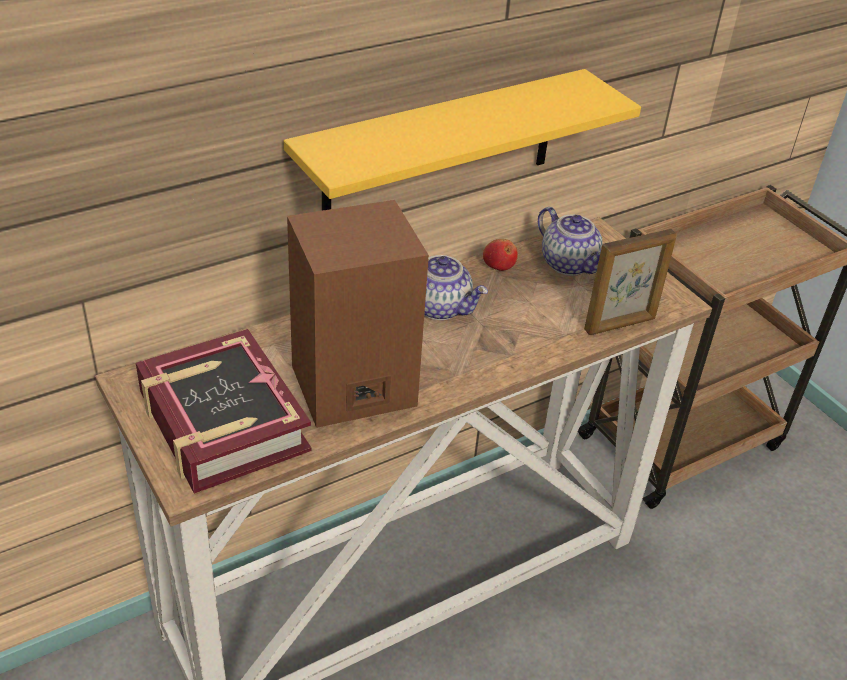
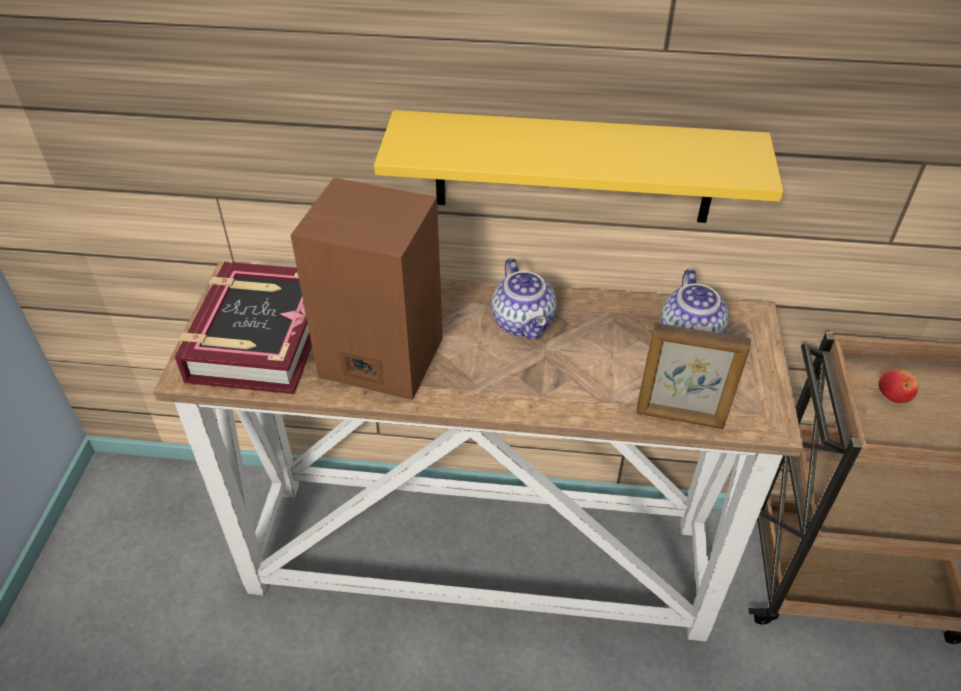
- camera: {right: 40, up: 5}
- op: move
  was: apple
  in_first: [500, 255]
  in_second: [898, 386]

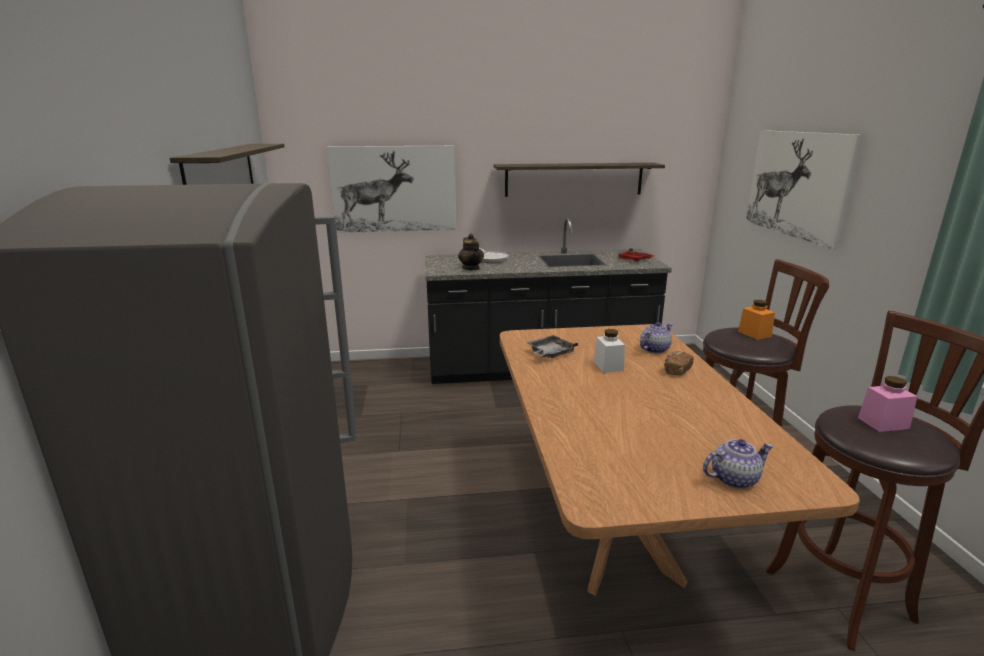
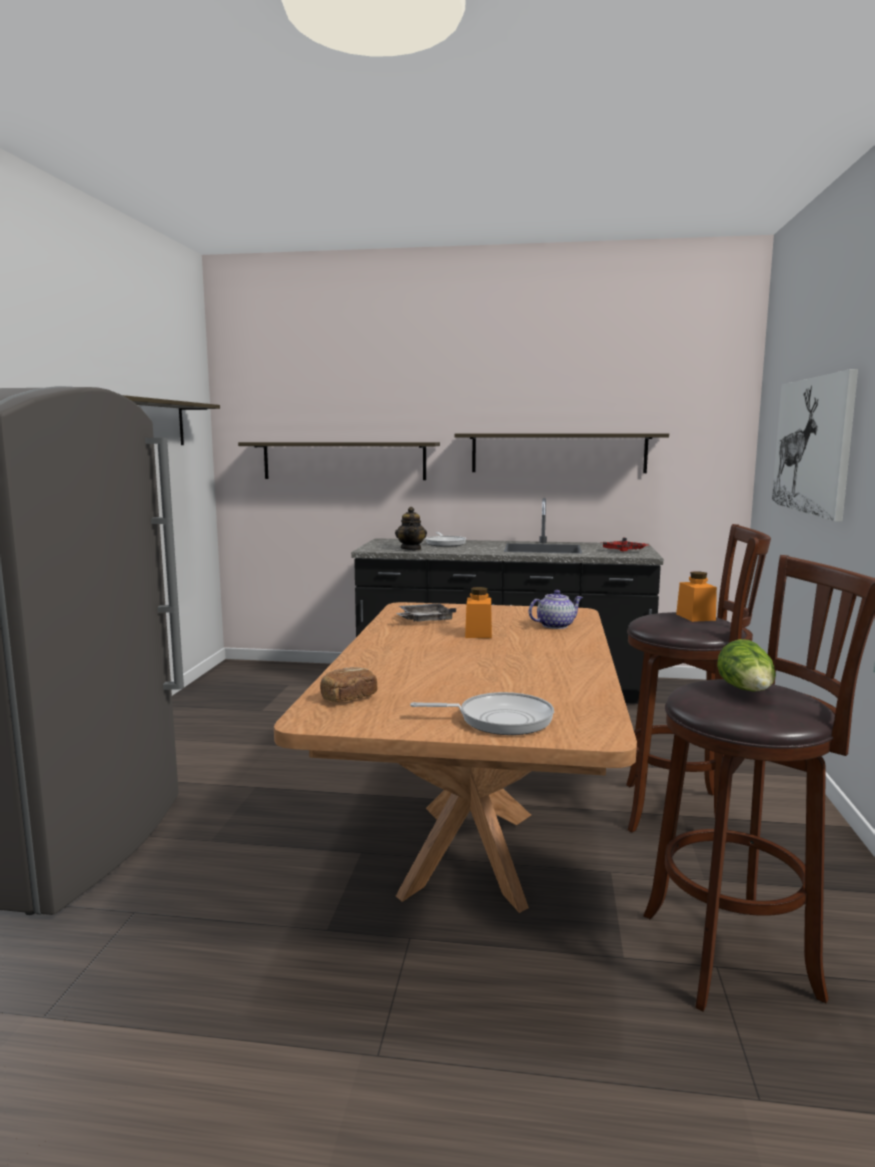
- camera: {right: 15, up: -10}
- op: move
  was: bread
  in_first: [679, 363]
  in_second: [349, 684]
- op: replace
  was: picture
  now: shelf
  in_first: [391, 189]
  in_second: [339, 461]
- op: replace
  was: teapot
  now: frying pan
  in_first: [738, 464]
  in_second: [482, 713]
- op: replace
  was: jar in pink
  now: lettuce
  in_first: [888, 404]
  in_second: [746, 665]
- op: recolor
  was: jar in white
  now: jar in orange
  in_first: [609, 351]
  in_second: [478, 612]

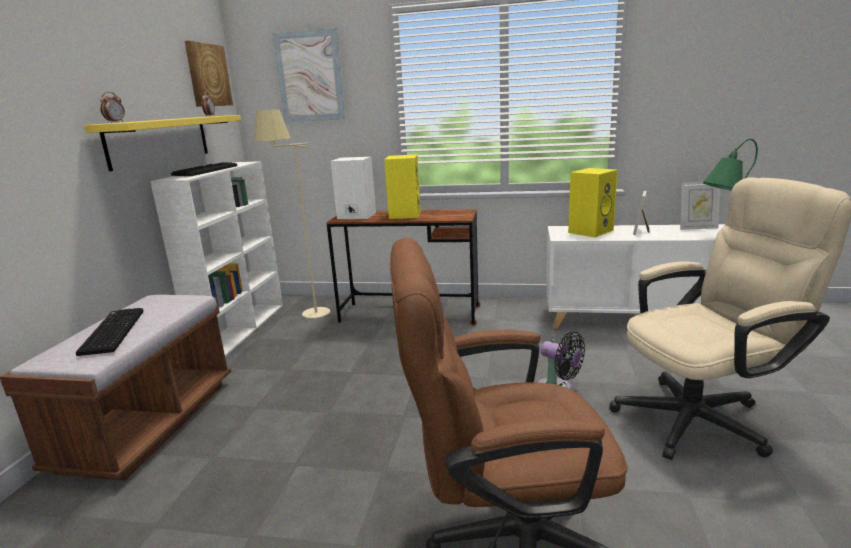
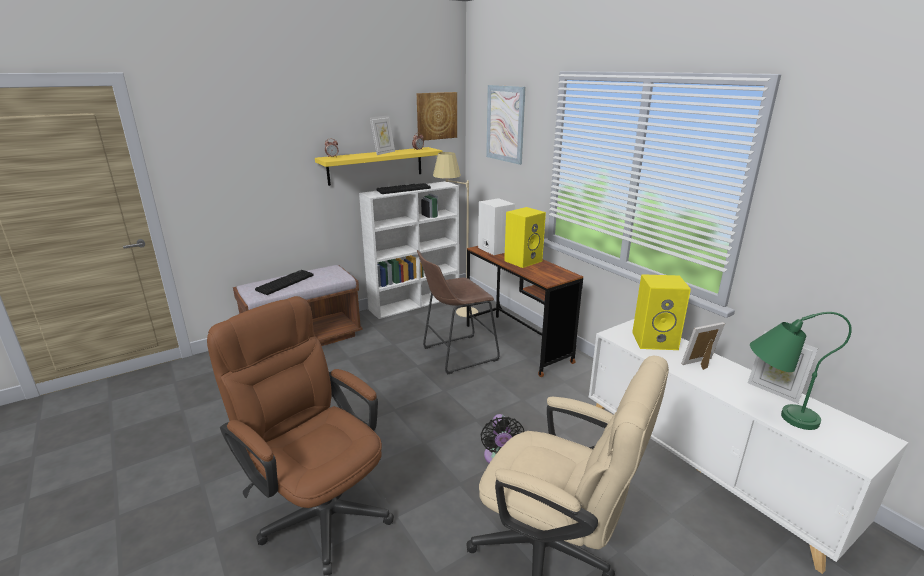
- camera: {right: 45, up: 5}
- op: insert
  now: picture frame
  in_second: [382, 135]
- op: insert
  now: stool in brown
  in_second: [458, 312]

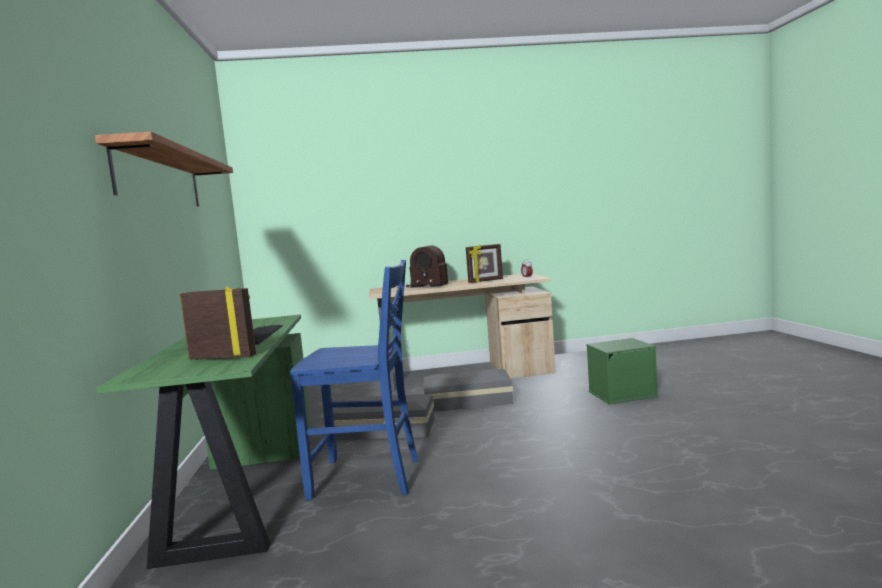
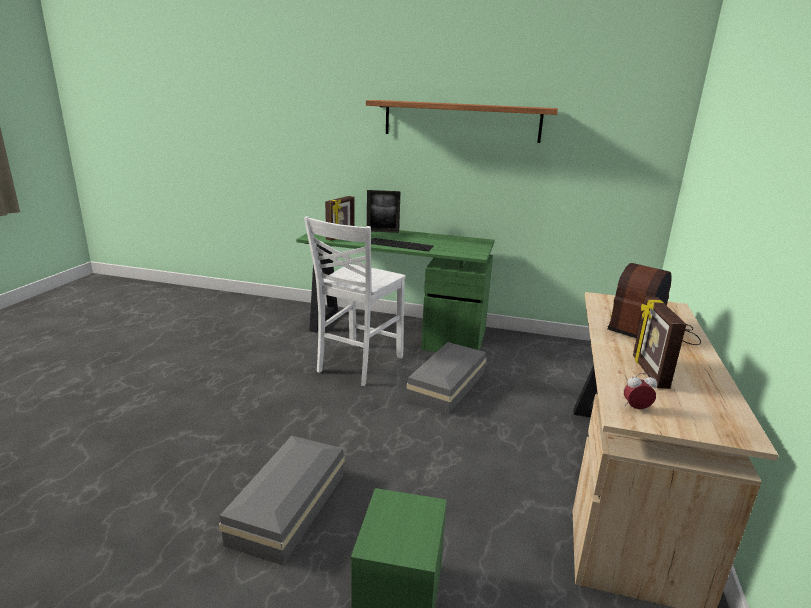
- camera: {right: 110, up: 15}
- op: insert
  now: picture frame
  in_second: [384, 211]
- op: move
  was: storage box in grey
  in_first: [468, 390]
  in_second: [282, 500]
- op: recolor
  was: chair in blue
  now: chair in white
  in_first: [354, 380]
  in_second: [355, 301]

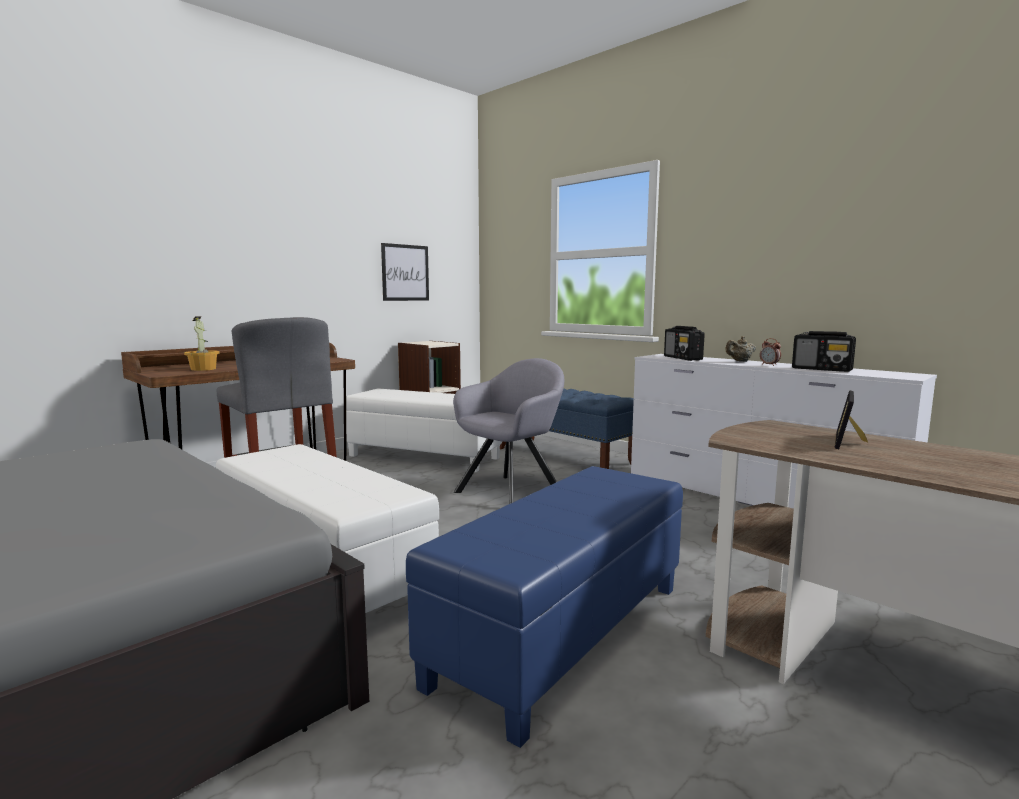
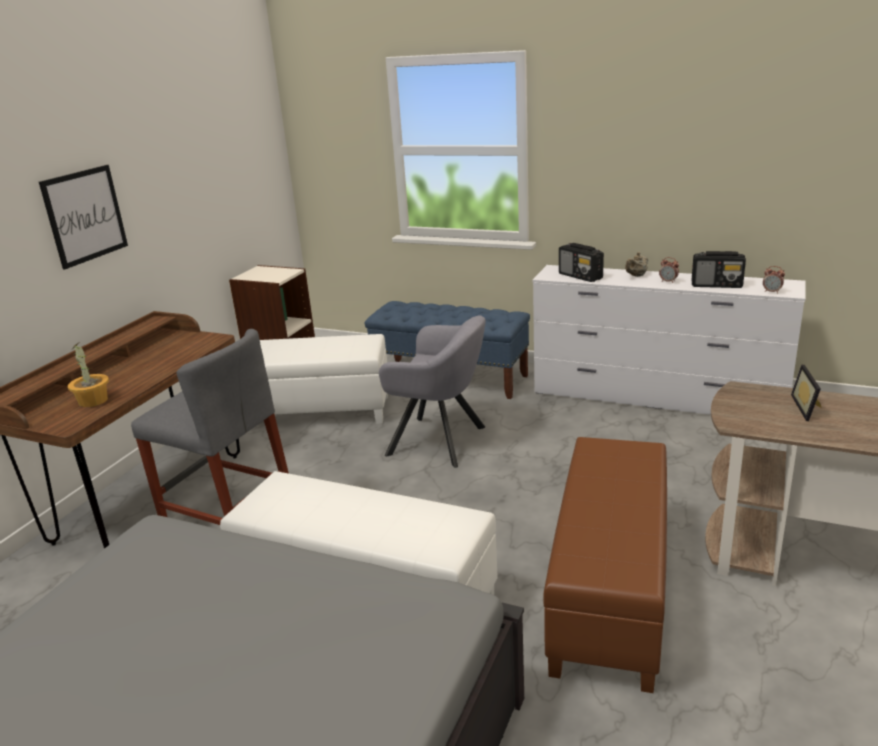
- camera: {right: -20, up: 15}
- op: insert
  now: alarm clock
  in_second: [774, 279]
- op: move
  was: picture
  in_first: [405, 272]
  in_second: [83, 217]
- op: recolor
  was: ottoman in blue
  now: ottoman in brown
  in_first: [544, 607]
  in_second: [605, 565]
- op: rotate
  was: armchair in grey
  in_first: [508, 431]
  in_second: [432, 391]
  clockwise: 90

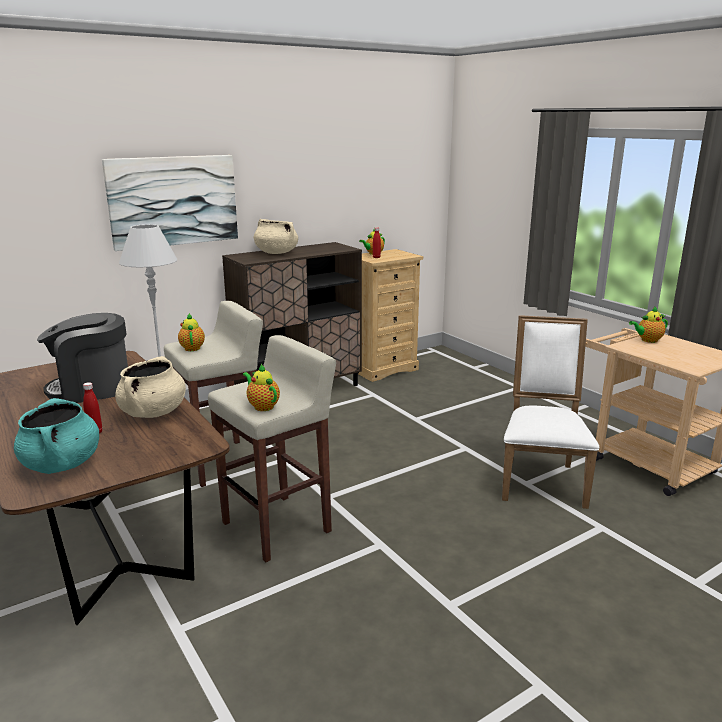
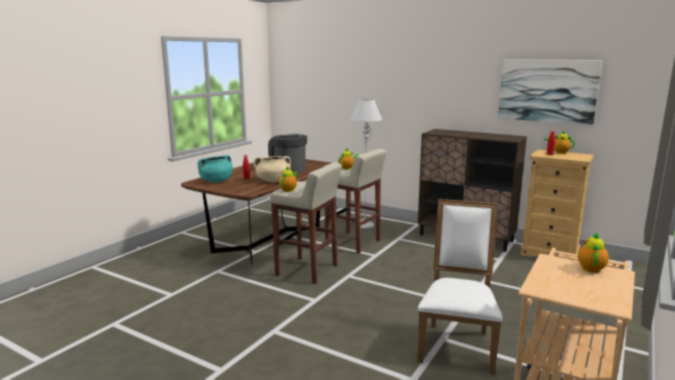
- camera: {right: 65, up: -5}
- op: delete
  was: cooking pot in beige
  in_first: [276, 236]
- op: move
  was: picture
  in_first: [170, 203]
  in_second: [550, 92]
- op: rotate
  was: chair in white
  in_first: [551, 412]
  in_second: [460, 286]
  clockwise: -60
- op: rotate
  was: teapot
  in_first: [648, 324]
  in_second: [593, 252]
  clockwise: 60

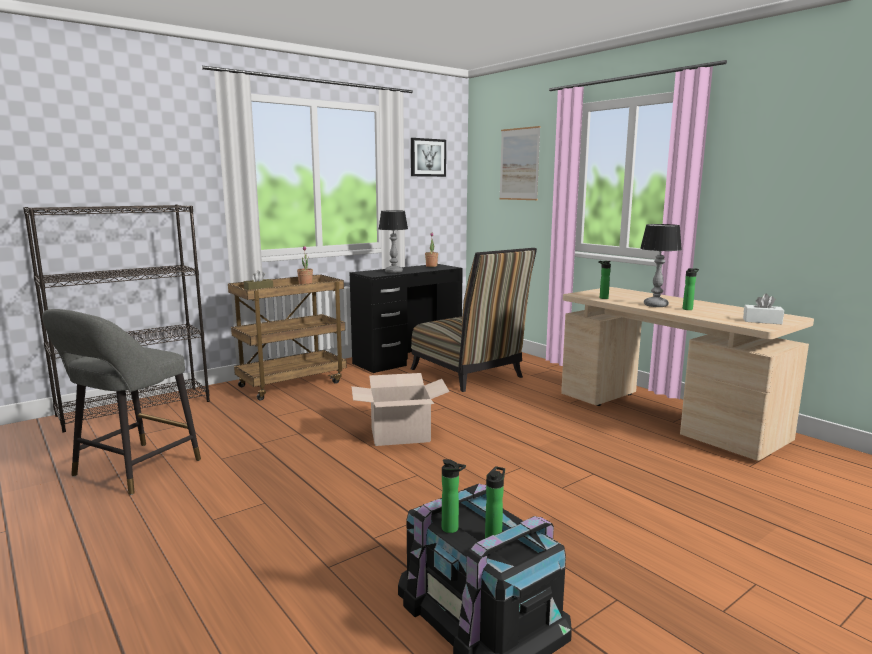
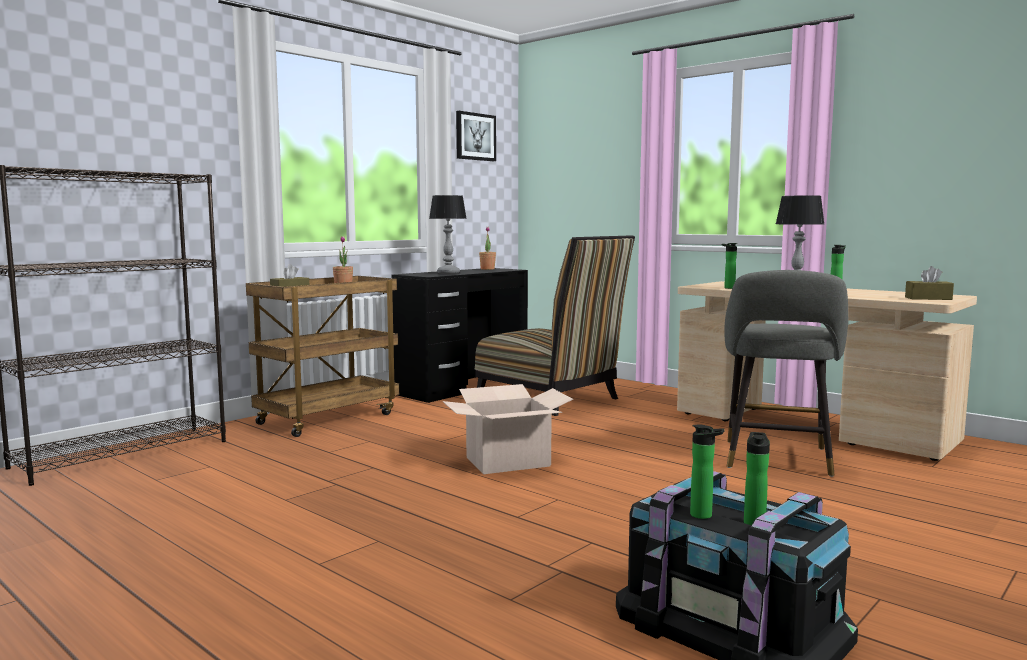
- camera: {right: -10, up: -5}
- op: delete
  was: picture
  in_first: [520, 163]
- op: move
  was: stool in grey
  in_first: [121, 402]
  in_second: [786, 373]
- op: recolor
  was: tissue box in white
  now: tissue box in brown
  in_first: [763, 309]
  in_second: [929, 283]

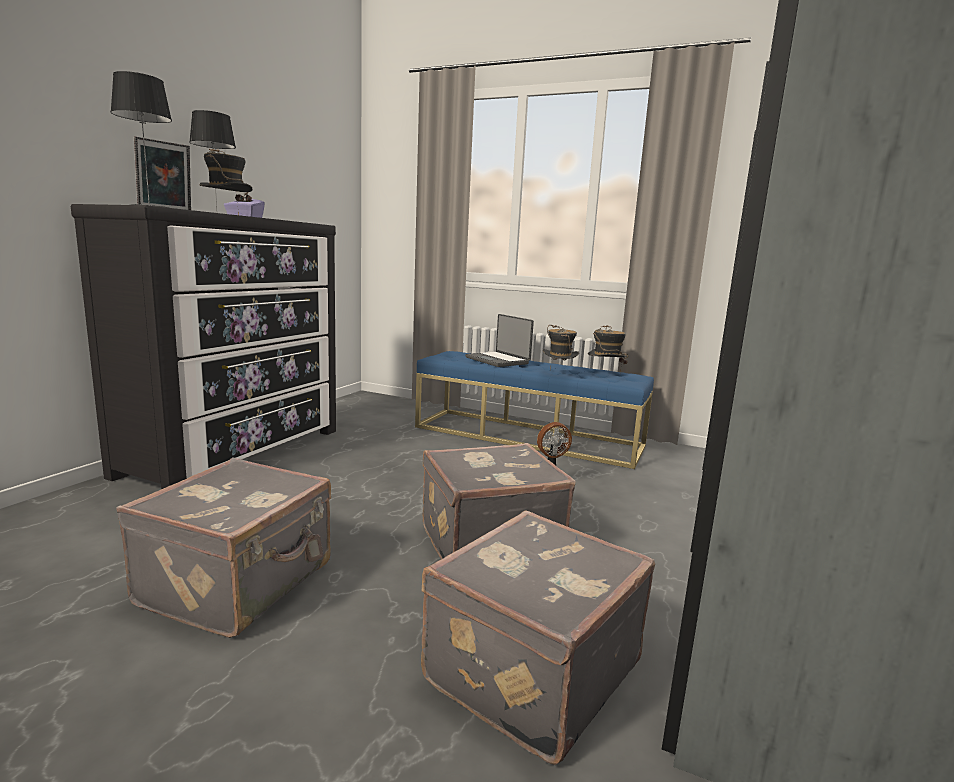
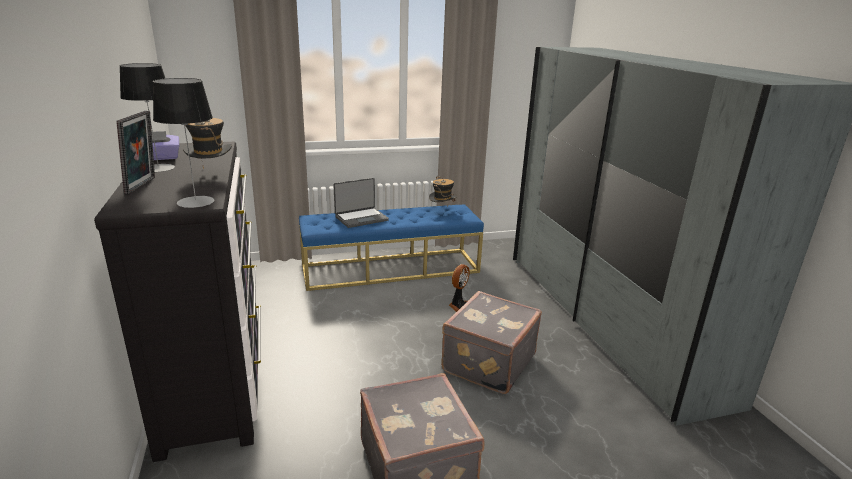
- camera: {right: -40, up: 10}
- op: delete
  was: suitcase in grey
  in_first: [538, 638]
- op: delete
  was: hat
  in_first: [561, 342]
- op: rotate
  was: laptop
  in_first: [499, 340]
  in_second: [361, 203]
  clockwise: -45

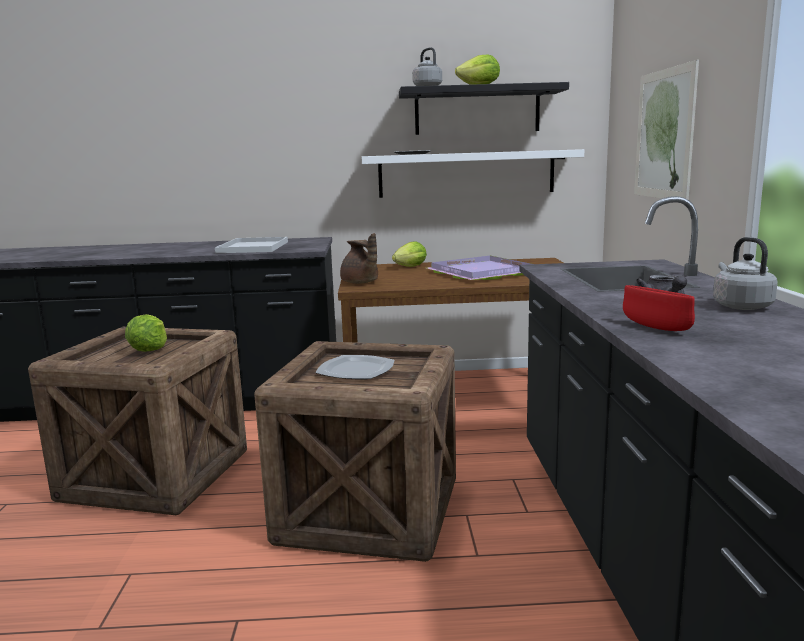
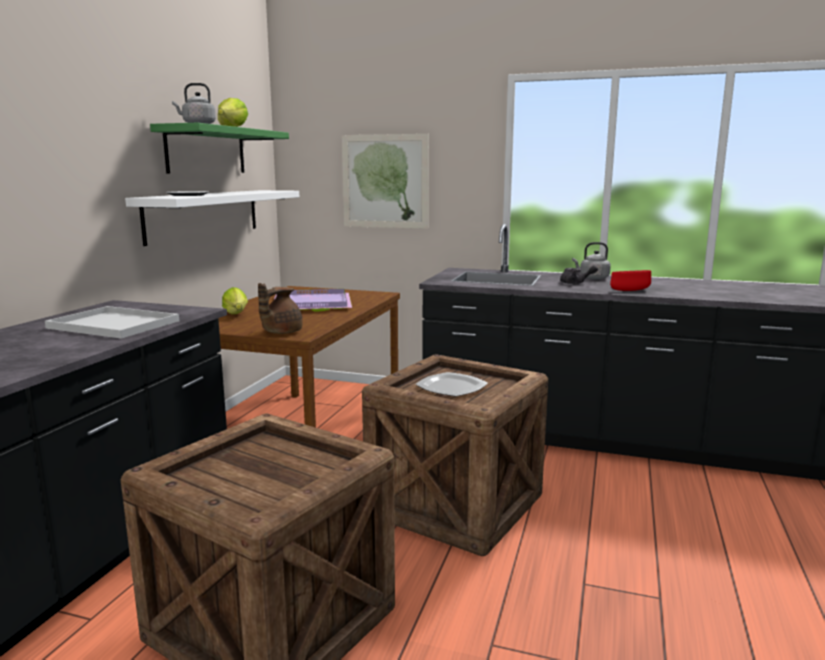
- camera: {right: -70, up: 0}
- op: delete
  was: lettuce
  in_first: [146, 333]
- op: recolor
  was: shelf in black
  now: shelf in green
  in_first: [484, 108]
  in_second: [219, 148]
- op: rotate
  was: teapot in brown
  in_first: [359, 258]
  in_second: [280, 308]
  clockwise: 135

